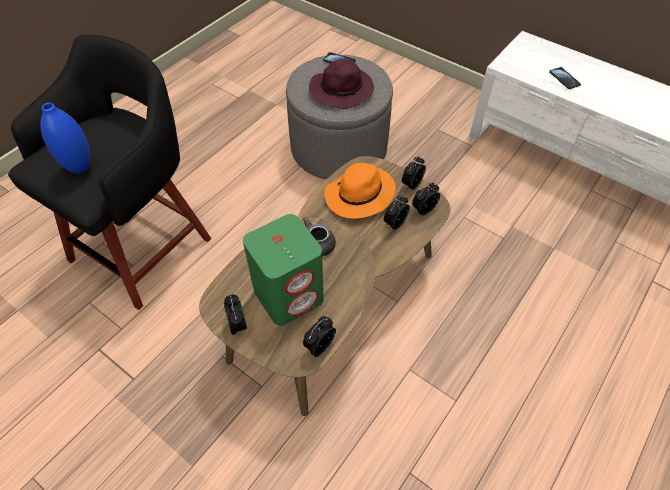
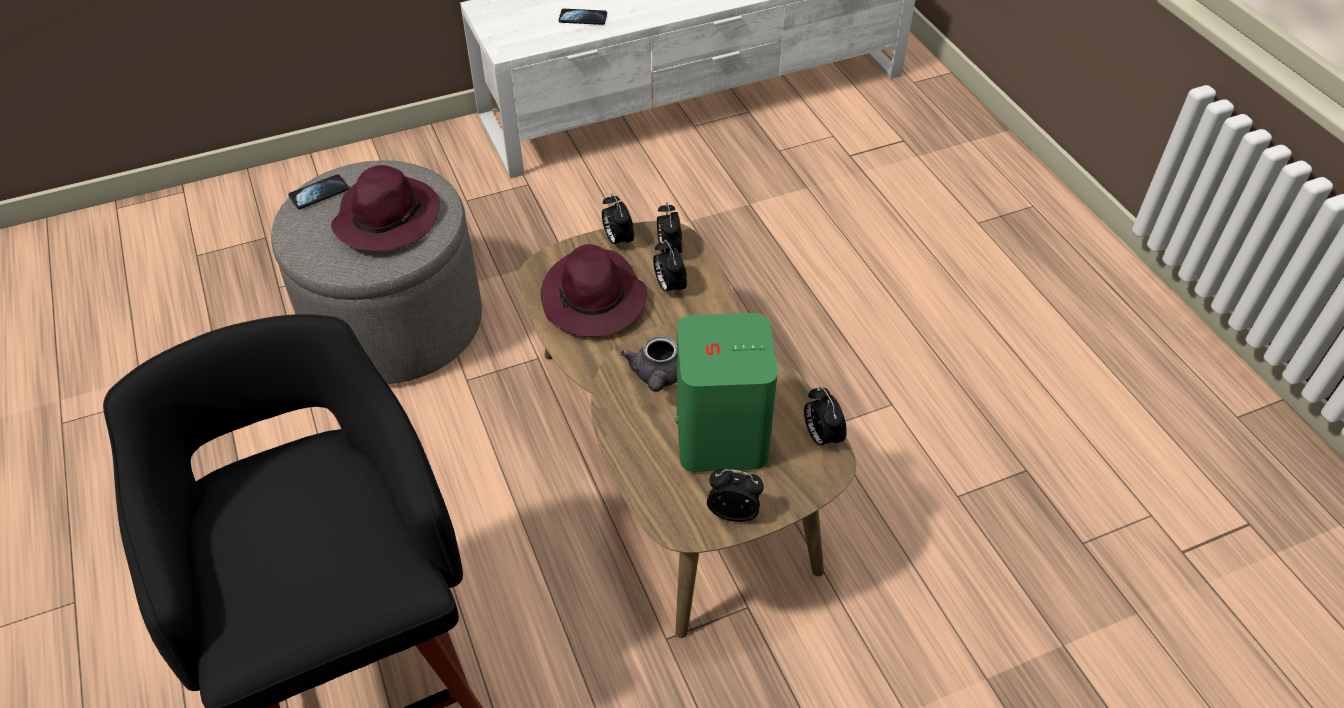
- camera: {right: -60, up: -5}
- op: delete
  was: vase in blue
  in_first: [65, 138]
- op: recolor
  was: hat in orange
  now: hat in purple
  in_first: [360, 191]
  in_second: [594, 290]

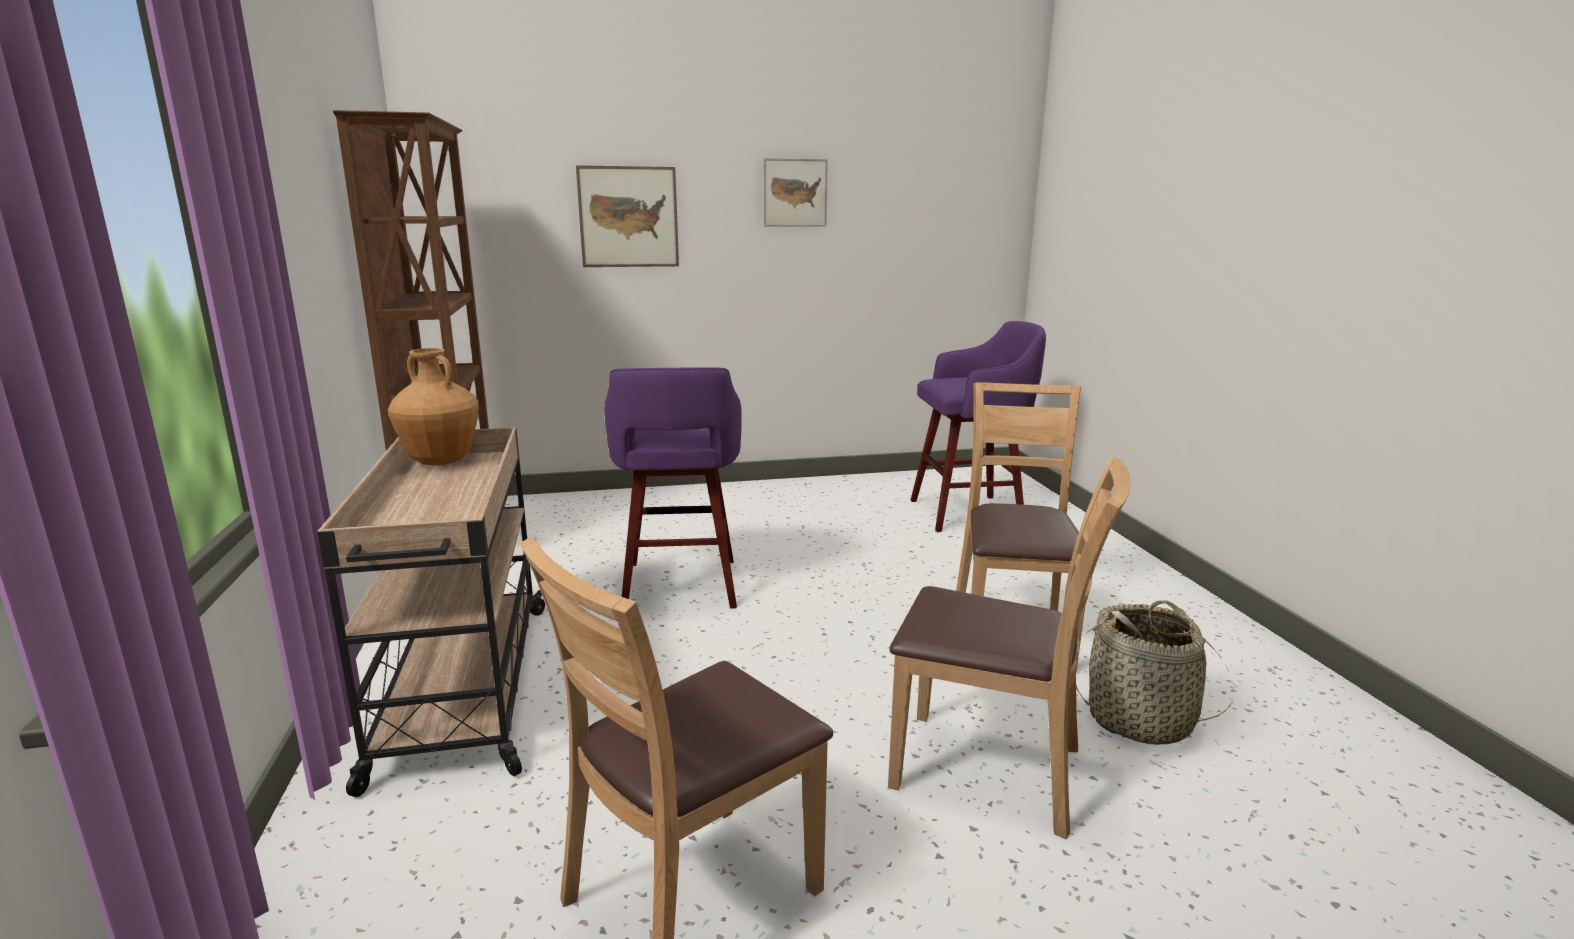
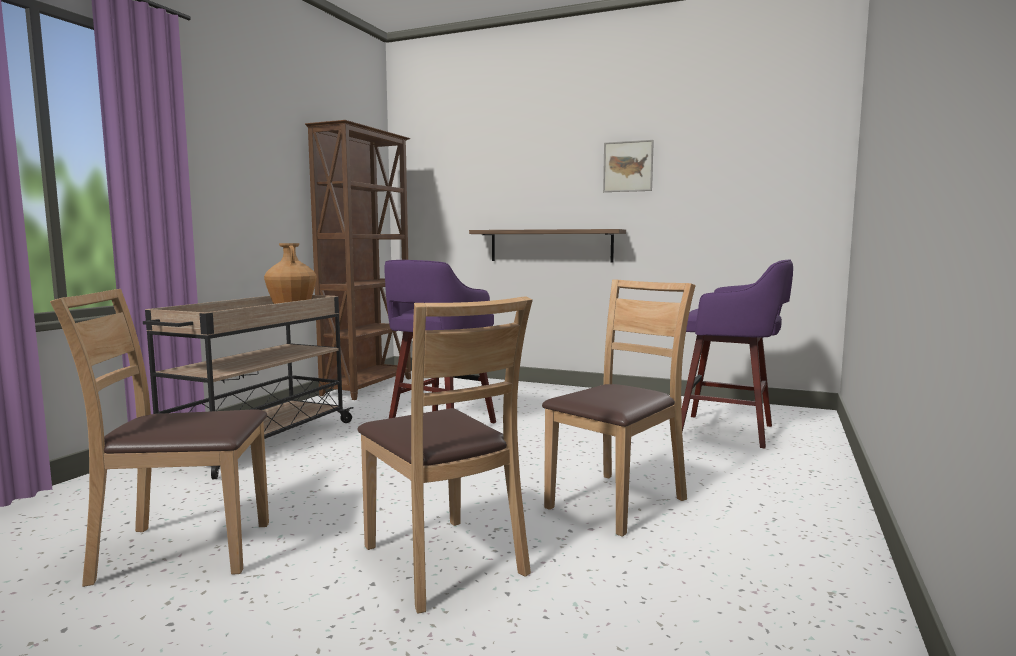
- camera: {right: 35, up: -10}
- op: delete
  was: picture
  in_first: [627, 216]
- op: delete
  was: basket
  in_first: [1155, 672]
- op: insert
  now: shelf
  in_second: [547, 246]

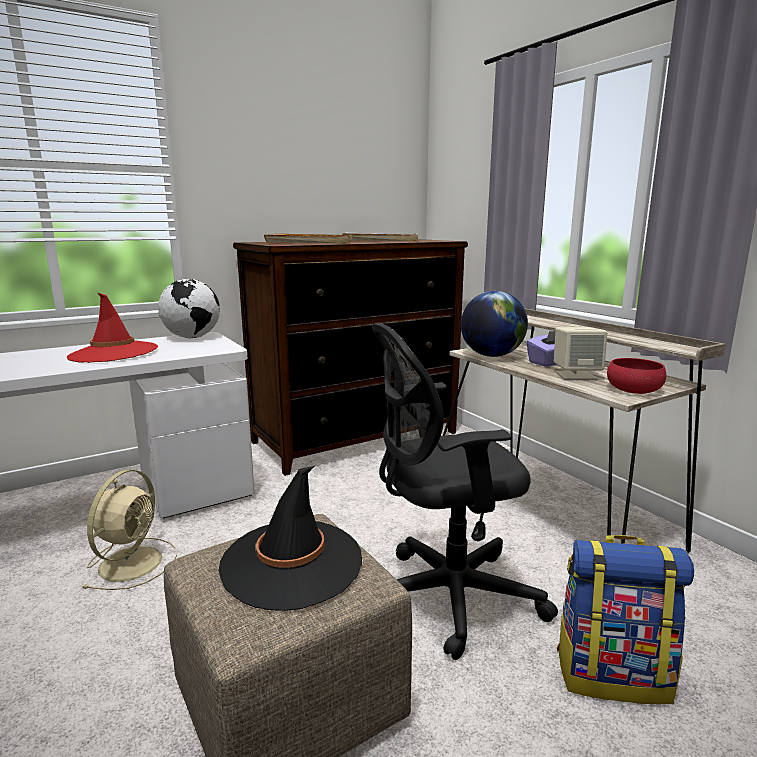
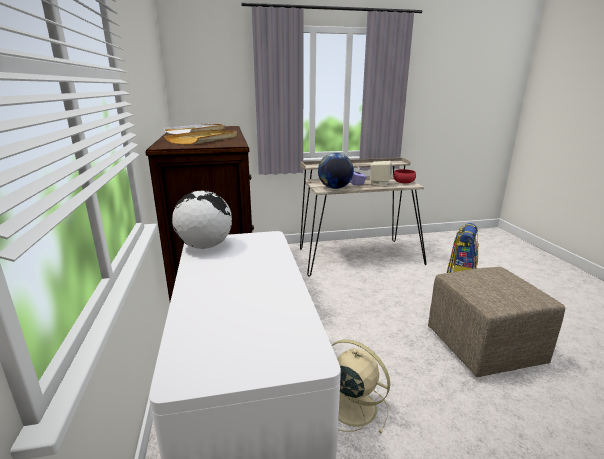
- camera: {right: -70, up: 5}
- op: delete
  was: hat in red
  in_first: [112, 328]
- op: delete
  was: hat in black
  in_first: [290, 538]
- op: delete
  was: office chair in black
  in_first: [465, 491]

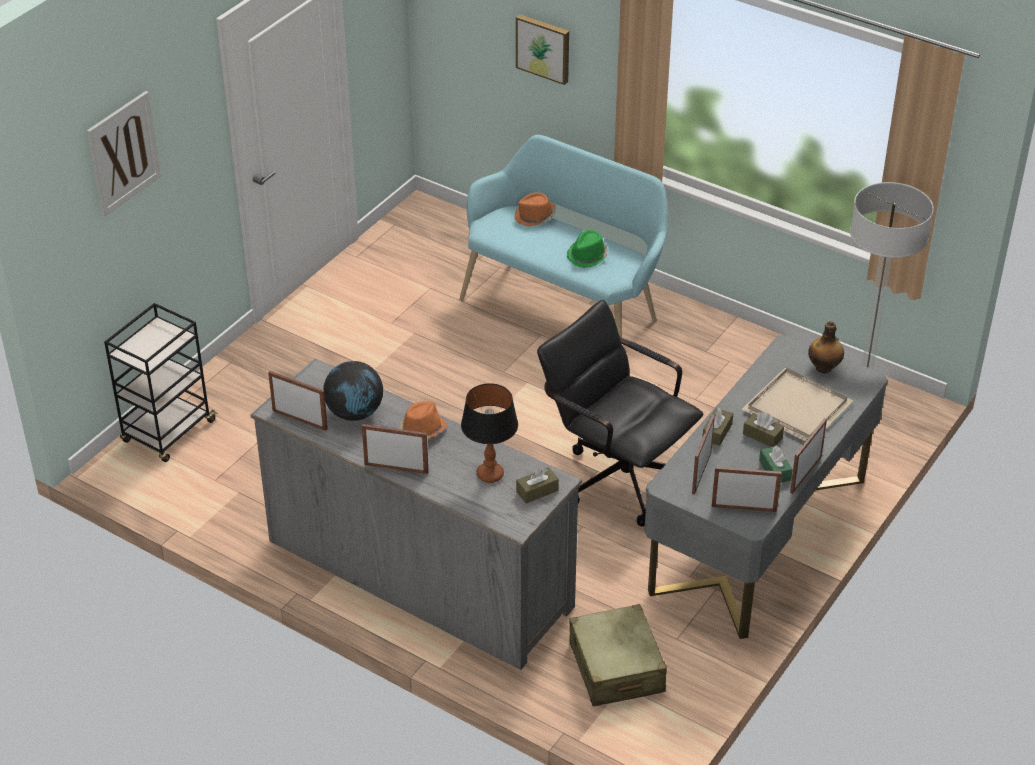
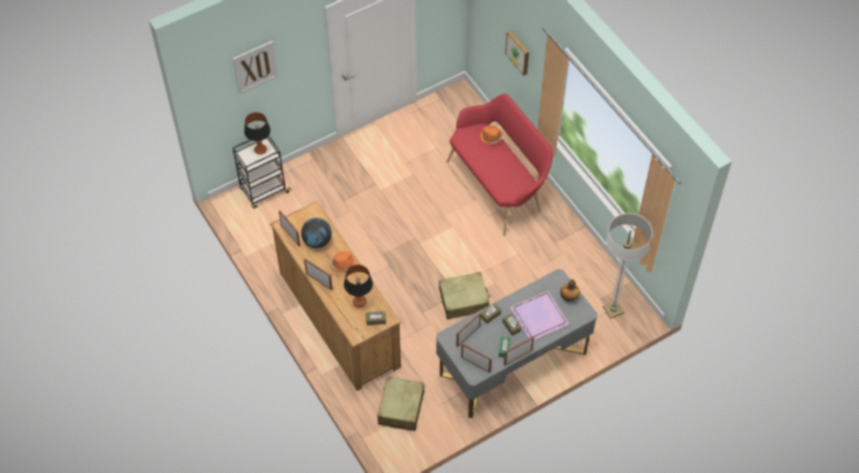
- camera: {right: 25, up: 15}
- op: delete
  was: hat in green
  in_first: [587, 249]
- op: insert
  now: table lamp
  in_second: [257, 133]
- op: replace
  was: office chair in black
  now: suitcase in beige
  in_first: [620, 413]
  in_second: [464, 295]
- op: recolor
  was: dresser in grey
  now: dresser in brown
  in_first: [416, 514]
  in_second: [335, 296]
- op: recolor
  was: bench in turquoise
  now: bench in red
  in_first: [563, 236]
  in_second: [499, 165]
- op: recolor
  was: tray in beige
  now: tray in purple
  in_first: [797, 404]
  in_second: [539, 315]

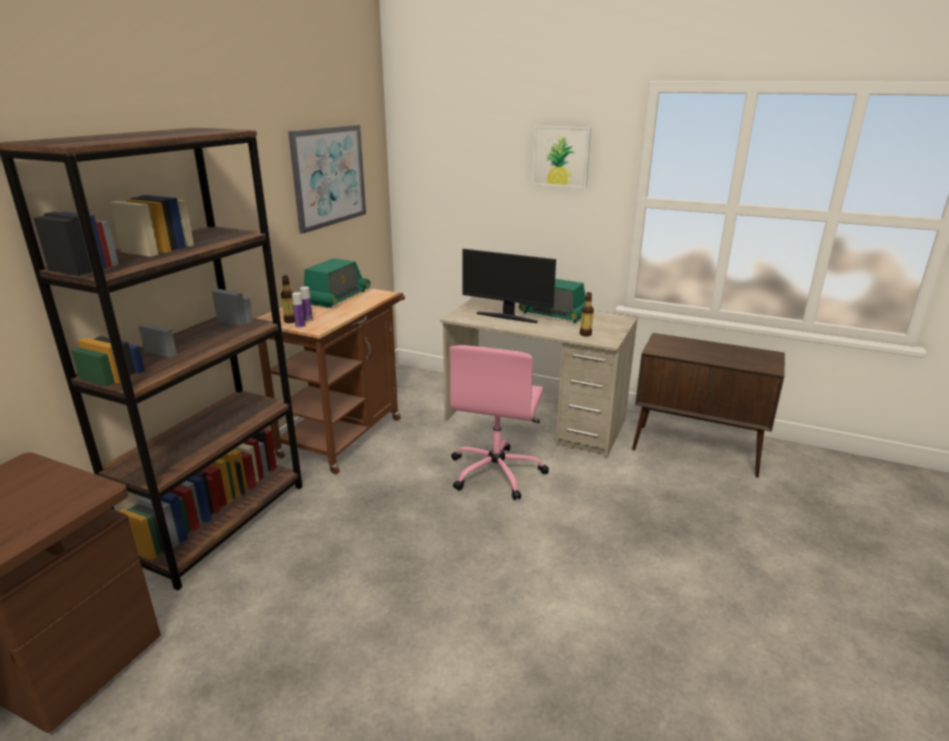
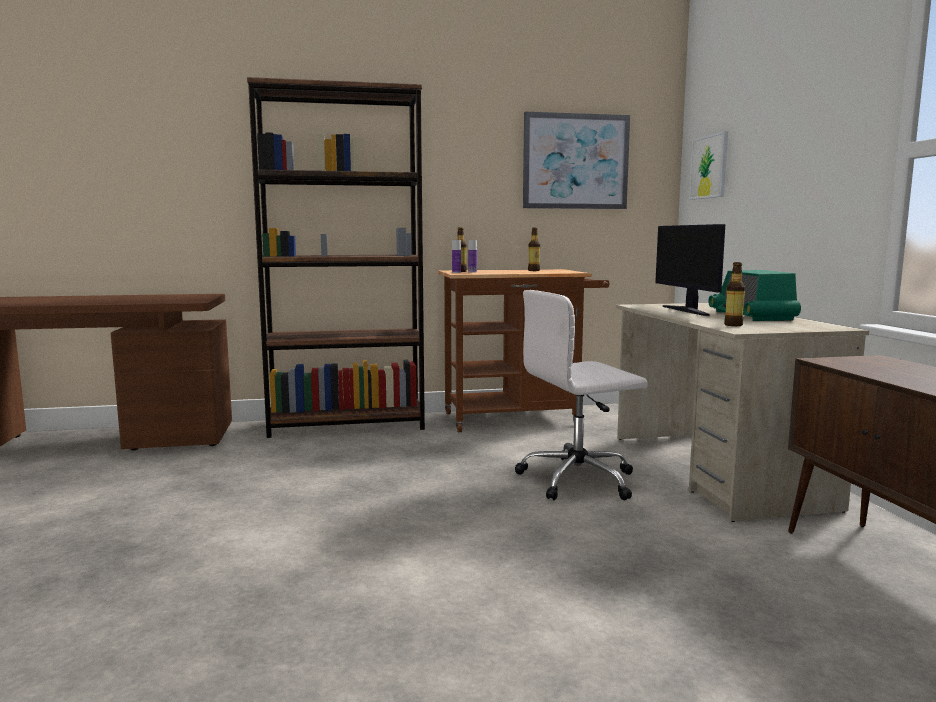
- camera: {right: 55, up: -15}
- op: move
  was: picture
  in_first: [561, 157]
  in_second: [708, 165]
- op: replace
  was: radio
  now: bottle
  in_first: [337, 283]
  in_second: [534, 249]
- op: recolor
  was: office chair in pink
  now: office chair in white
  in_first: [499, 422]
  in_second: [581, 395]

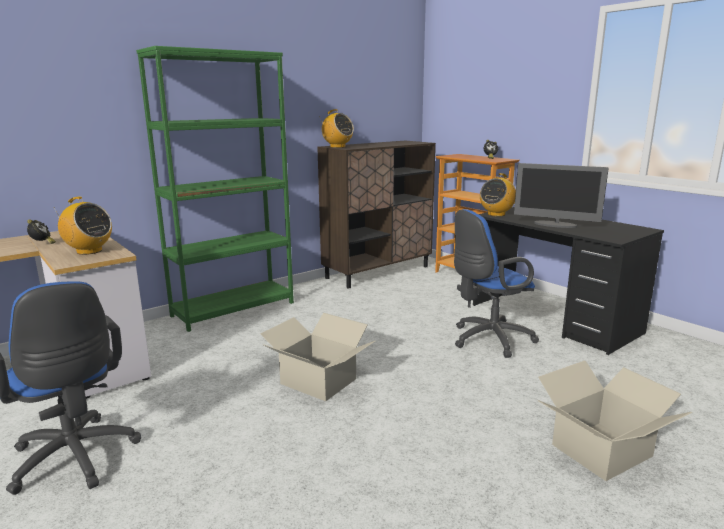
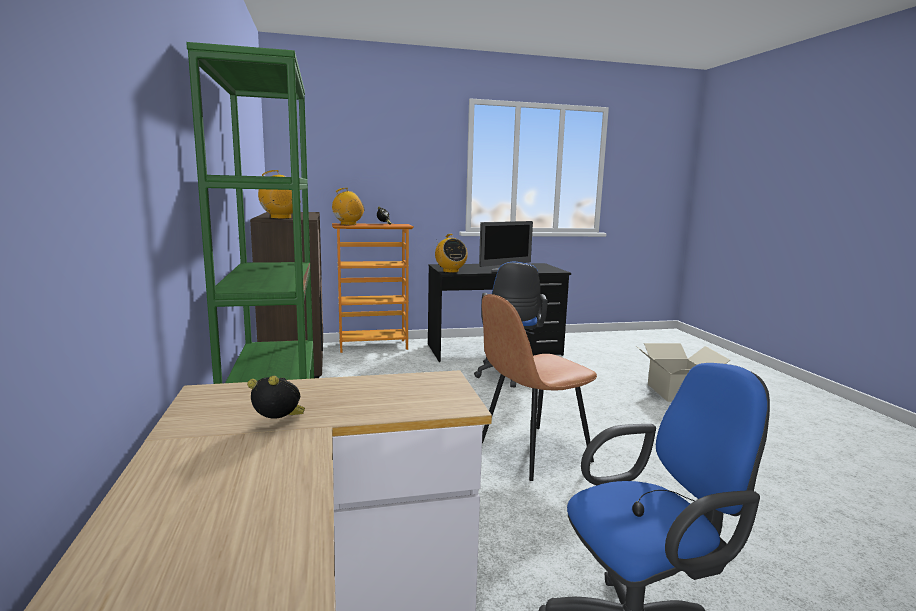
- camera: {right: -65, up: -5}
- op: move
  was: radio
  in_first: [82, 226]
  in_second: [348, 206]
- op: replace
  was: cardboard box
  now: chair in brown
  in_first: [318, 357]
  in_second: [539, 387]

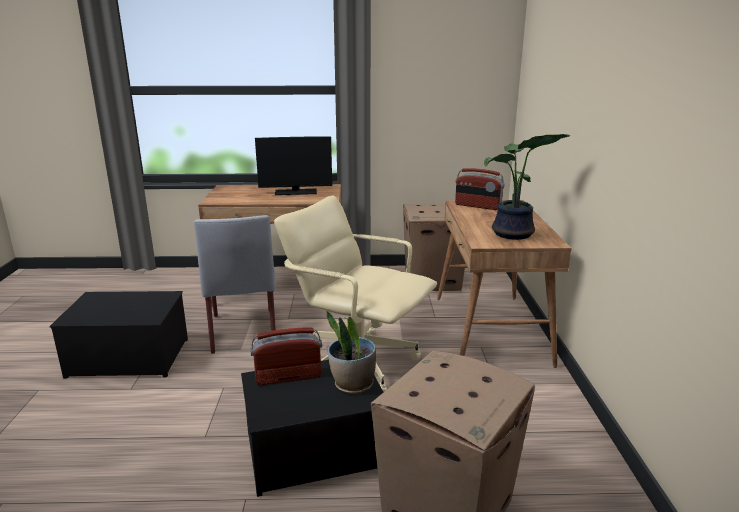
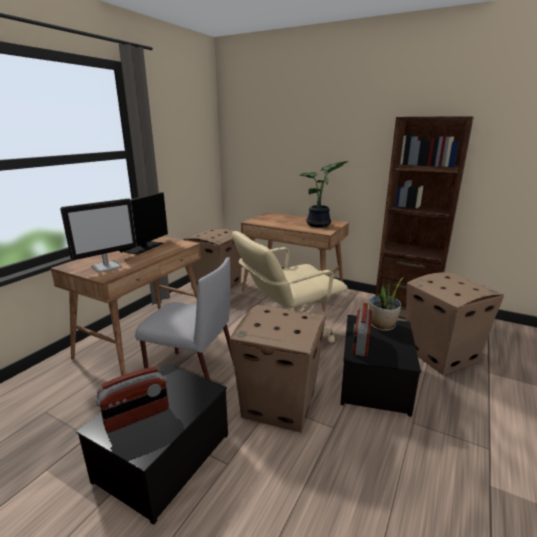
- camera: {right: -60, up: 0}
- op: insert
  now: monitor
  in_second: [98, 236]
- op: insert
  now: cardboard box
  in_second: [278, 368]
- op: insert
  now: bookcase in brown
  in_second: [424, 218]
- op: move
  was: radio
  in_first: [480, 189]
  in_second: [132, 399]

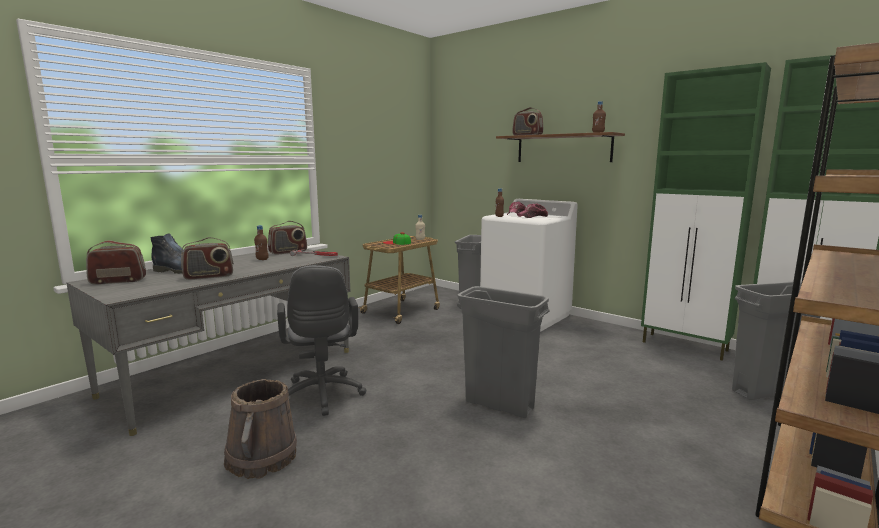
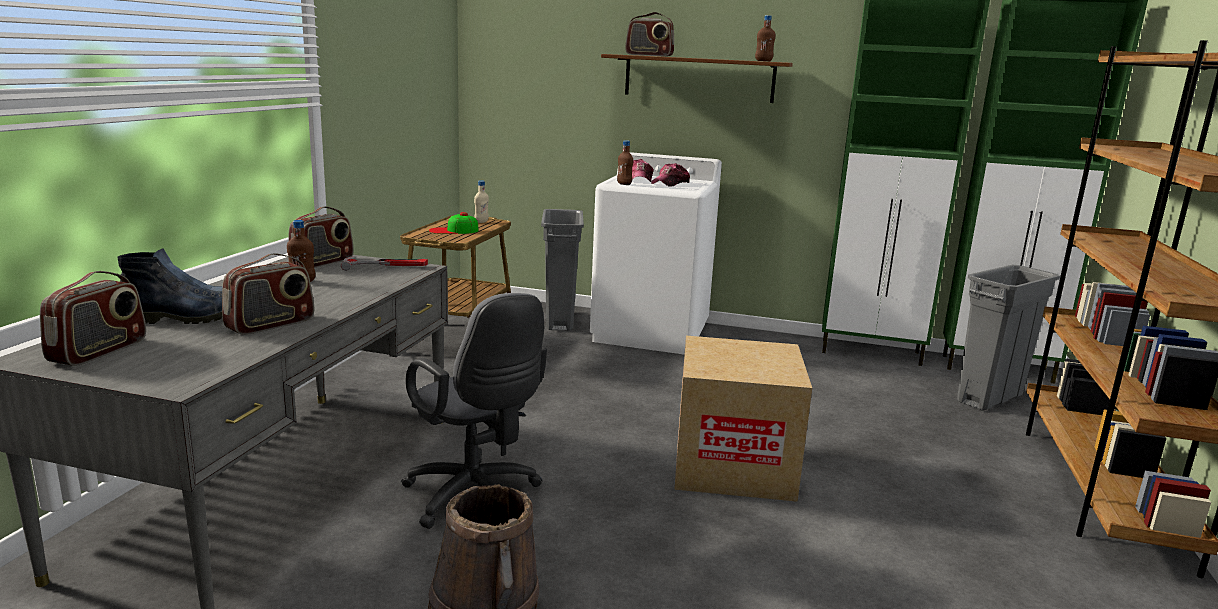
- camera: {right: -25, up: 5}
- op: replace
  was: trash can in grey
  now: cardboard box
  in_first: [503, 352]
  in_second: [743, 419]
- op: rotate
  was: radio
  in_first: [116, 262]
  in_second: [93, 318]
  clockwise: 150

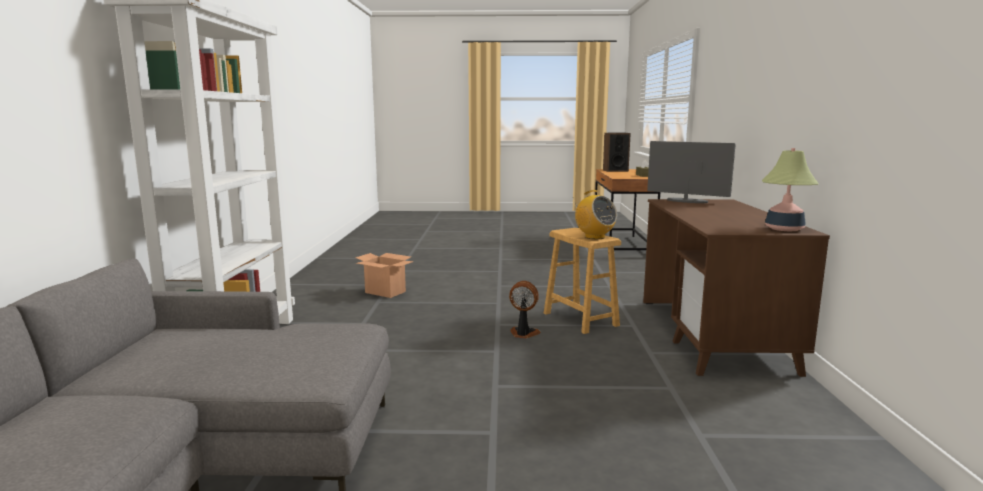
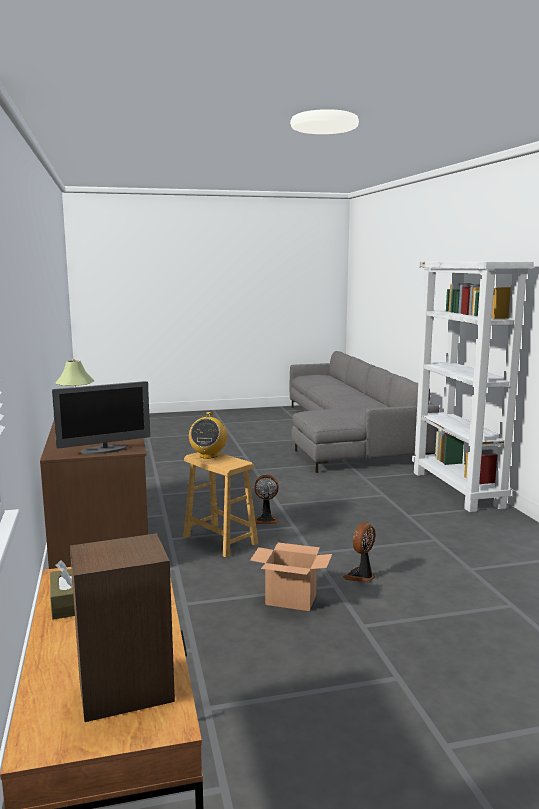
- camera: {right: 165, up: 0}
- op: insert
  now: fan
  in_second: [359, 552]
- op: move
  was: cardboard box
  in_first: [384, 275]
  in_second: [291, 577]
- op: rotate
  was: radio
  in_first: [595, 214]
  in_second: [208, 435]
  clockwise: -120
- op: rotate
  was: monitor
  in_first: [691, 172]
  in_second: [101, 417]
  clockwise: -45

